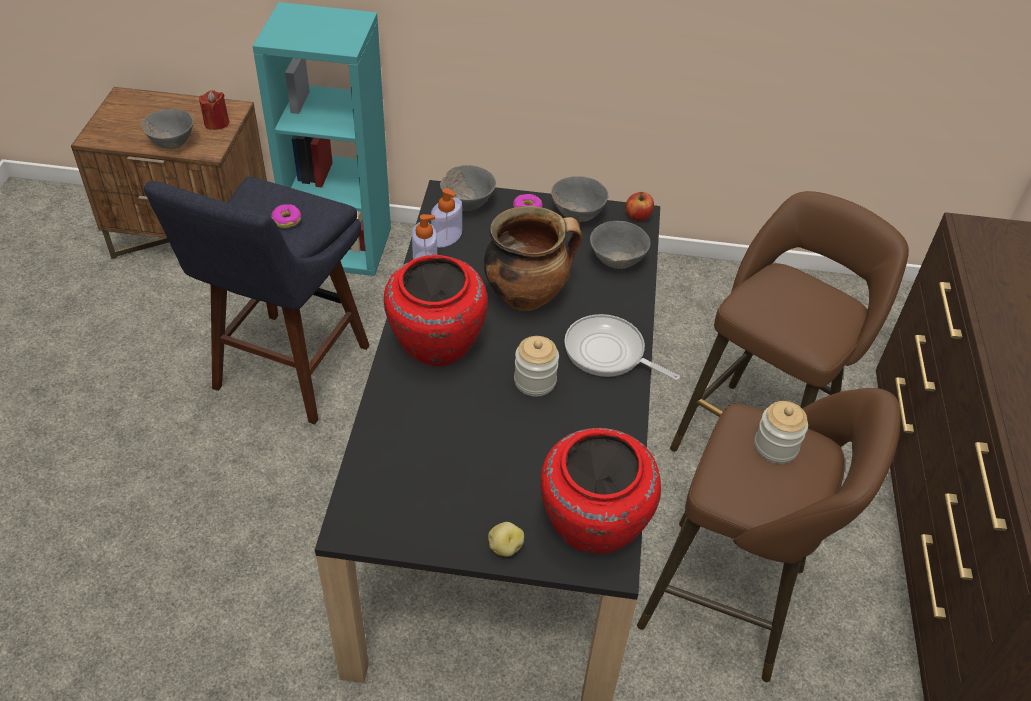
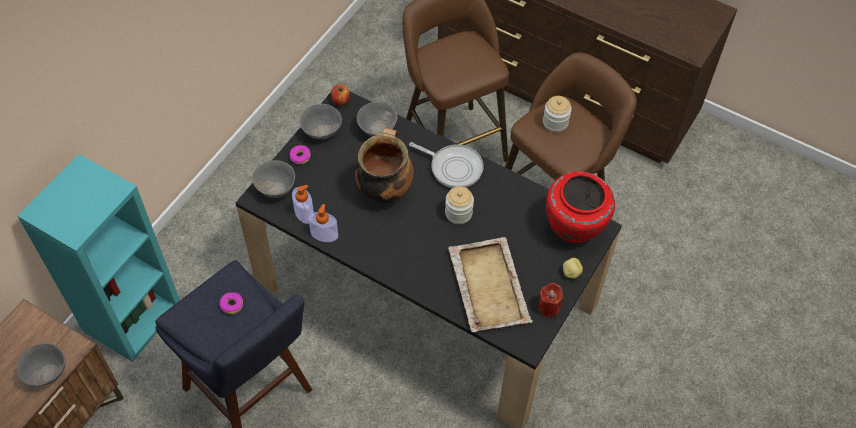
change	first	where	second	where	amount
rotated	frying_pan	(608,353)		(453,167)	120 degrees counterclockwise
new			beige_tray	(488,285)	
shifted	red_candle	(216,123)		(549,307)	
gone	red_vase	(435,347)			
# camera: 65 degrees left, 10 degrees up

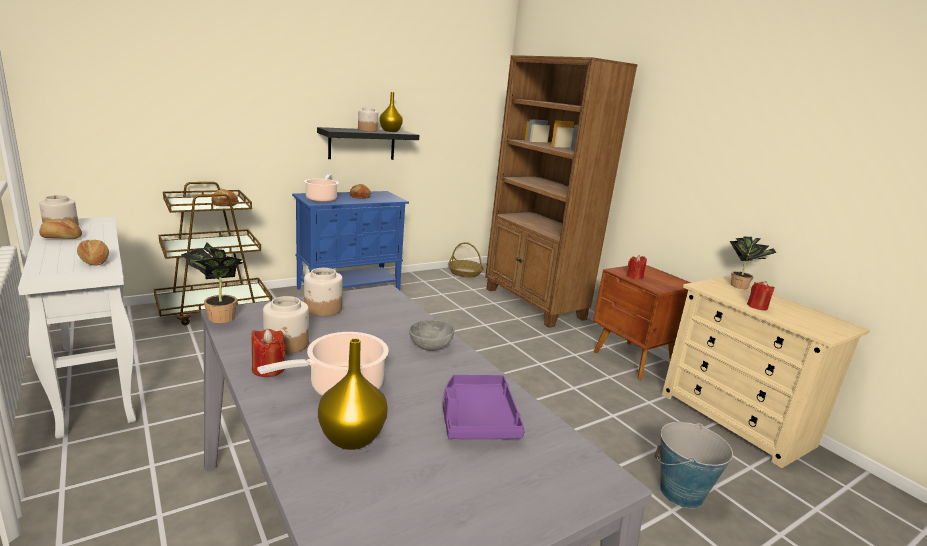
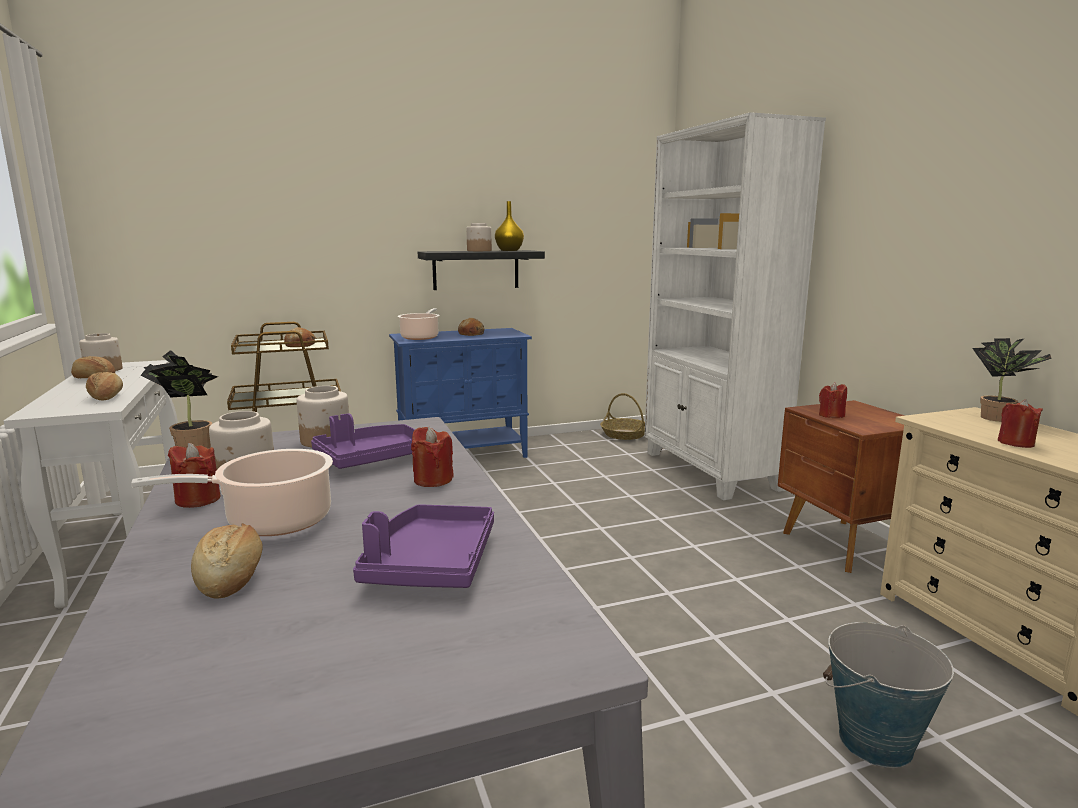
change	first	where	second	where	amount
swapped	yellow_vase	(350,438)	bread	(231,577)	
new			purple_tray	(371,458)	
swapped	grey_bowl	(429,346)	red_candle	(433,480)	
repainted	brown_bookcase	(534,304)	white_bookcase	(710,471)	
# camera: 15 degrees right, 5 degrees down

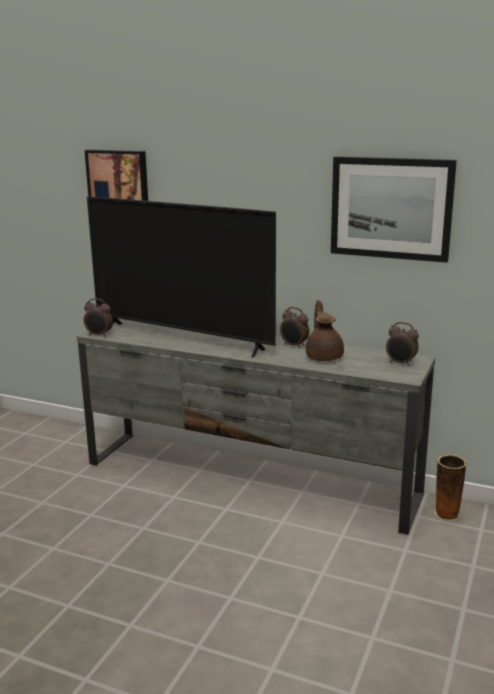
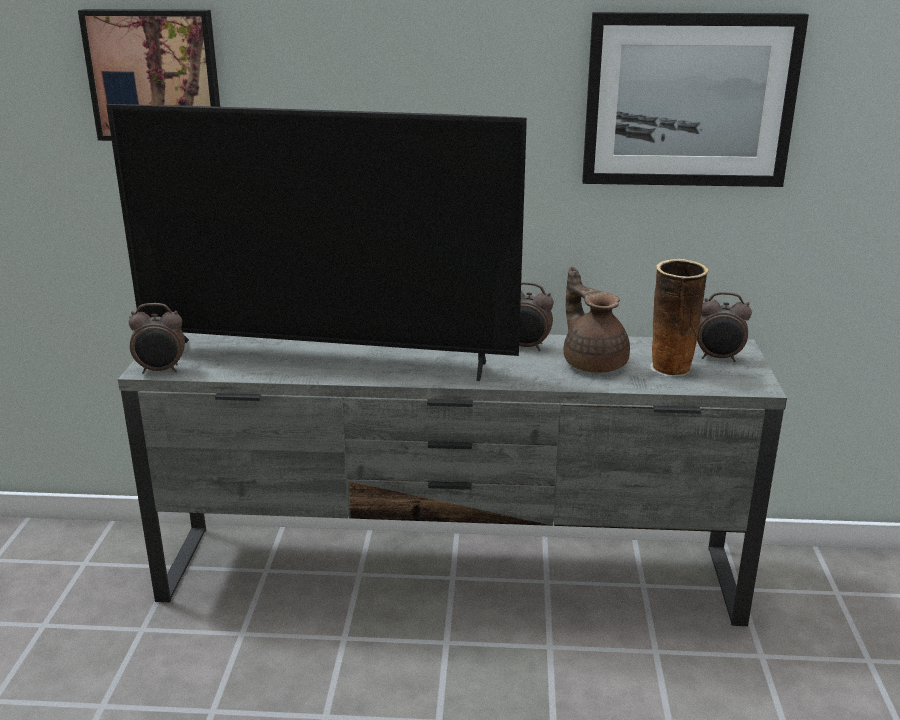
change	first	where	second	where	amount
shifted	vase	(446,514)		(671,368)	
# camera: 20 degrees left, 5 degrees up

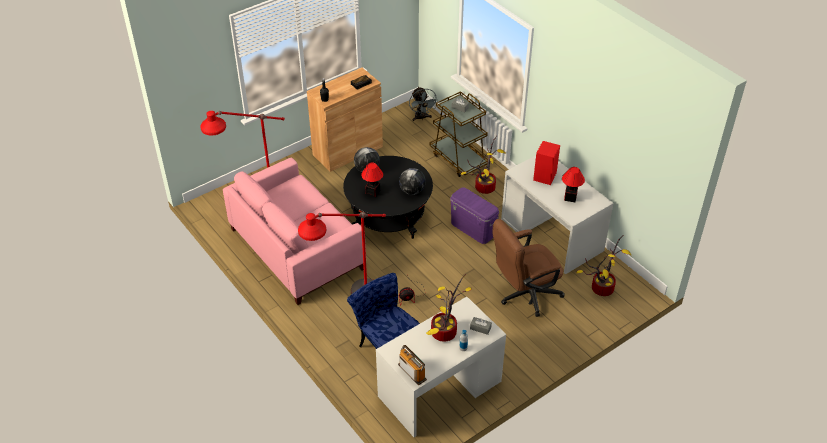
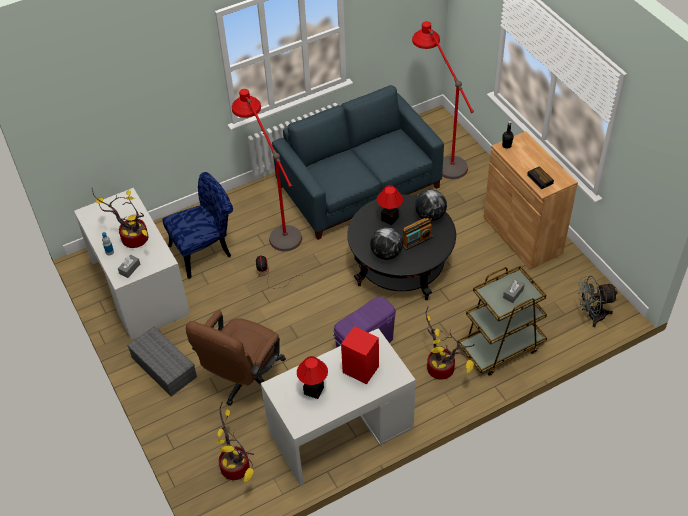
change	first	where	second	where	amount
new			grey_storage_box	(163,367)	
rotated	brown_office_chair	(524,295)		(244,381)	135 degrees counterclockwise
repainted	pink_sofa	(297,248)	blue_sofa	(359,187)	
shifted	radio	(412,372)		(416,240)	
# camera: 100 degrees right, 5 degrees up

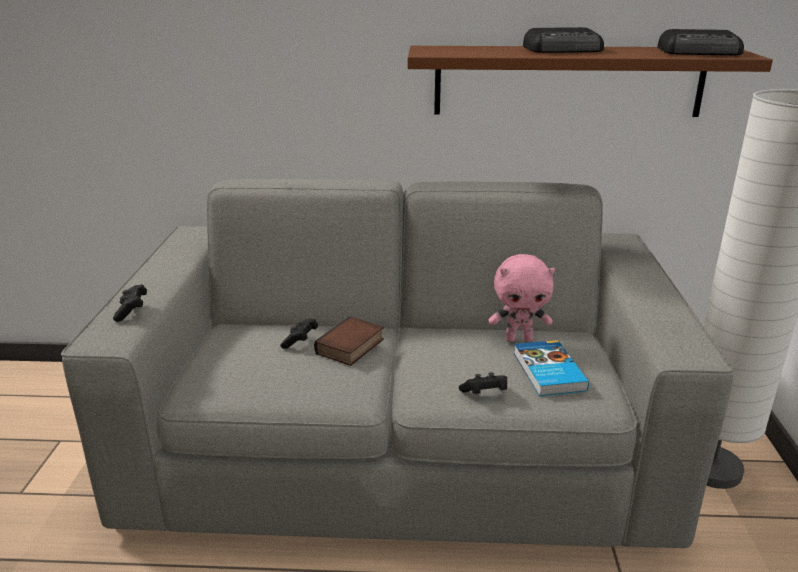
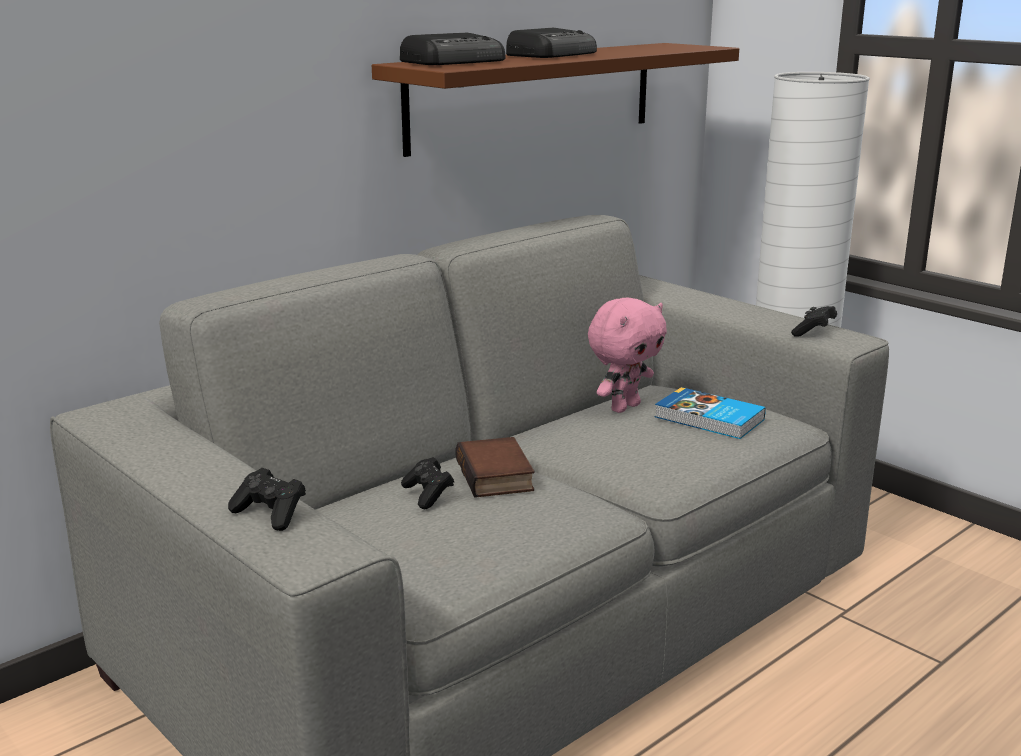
change	first	where	second	where	amount
shifted	radio	(700,52)		(455,62)	
shifted	black_game_controller	(484,394)		(813,332)	
# camera: 45 degrees left, 5 degrees down

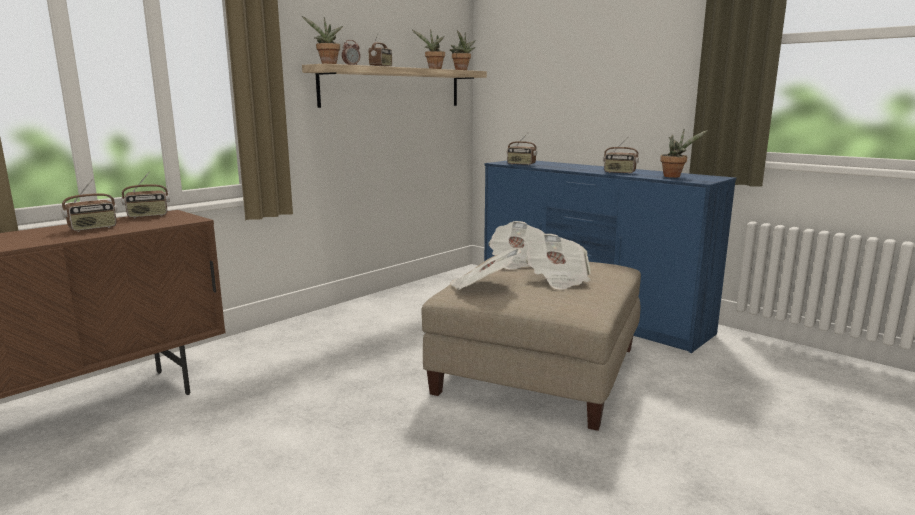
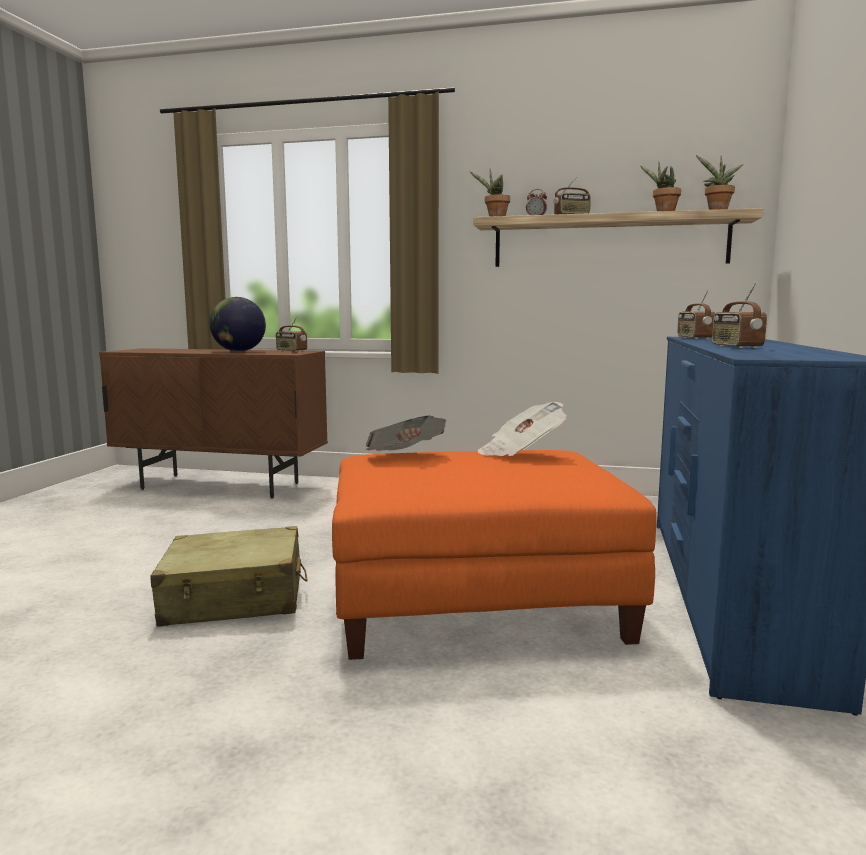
change	first	where	second	where	amount
new			beige_suitcase	(235,598)	
swapped	radio	(93,228)	globe	(239,351)	
repainted	beige_ottoman	(538,370)	orange_ottoman	(475,598)	
gone	newspaper	(557,279)			
gone	potted_plant	(674,176)			
# camera: 60 degrees right, 5 degrees down

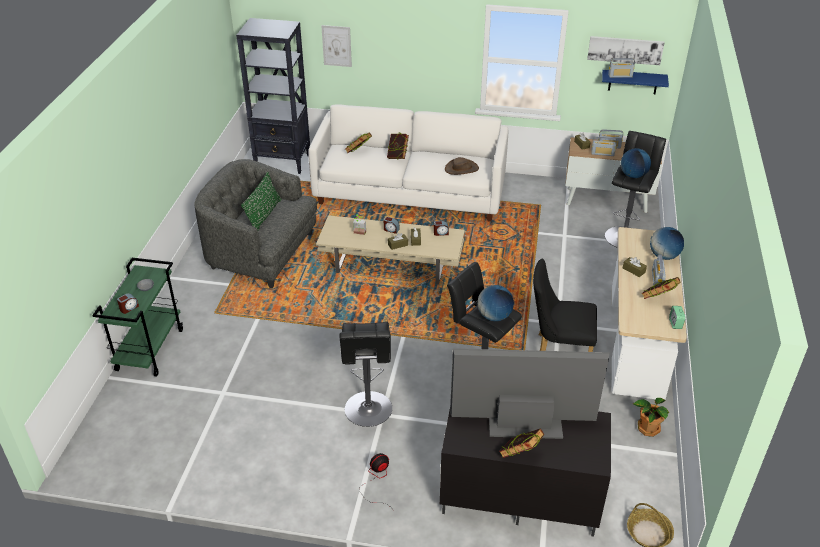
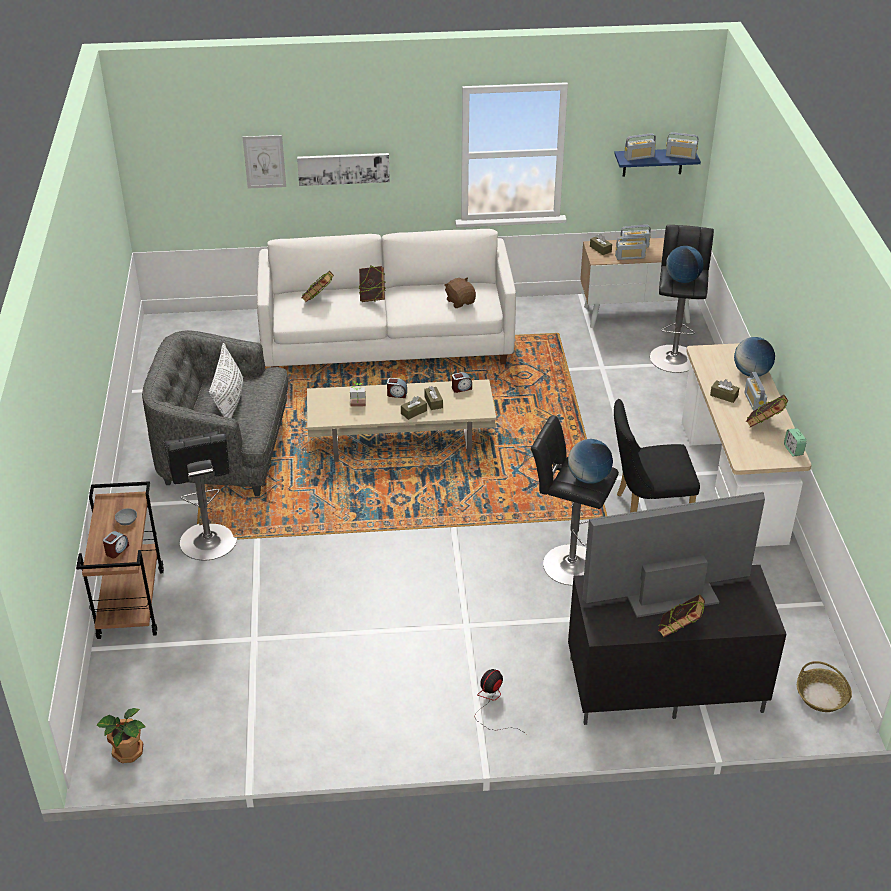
change	first	where	second	where	amount
repainted	green_cart	(150,349)	brown_cart	(130,603)	
shifted	potted_plant	(647,428)		(127,751)	
shifted	black_stool	(368,411)		(209,543)	
repainted	green_pillow	(264,215)	white_pillow	(229,402)	
shifted	picture	(625,50)		(343,168)	
swapped	brown_hat	(461,169)	brown_plush_toy	(460,301)	
new			radio	(680,155)	
gone	black_bookcase	(283,162)			
# camera: 15 degrees left, 0 degrees up

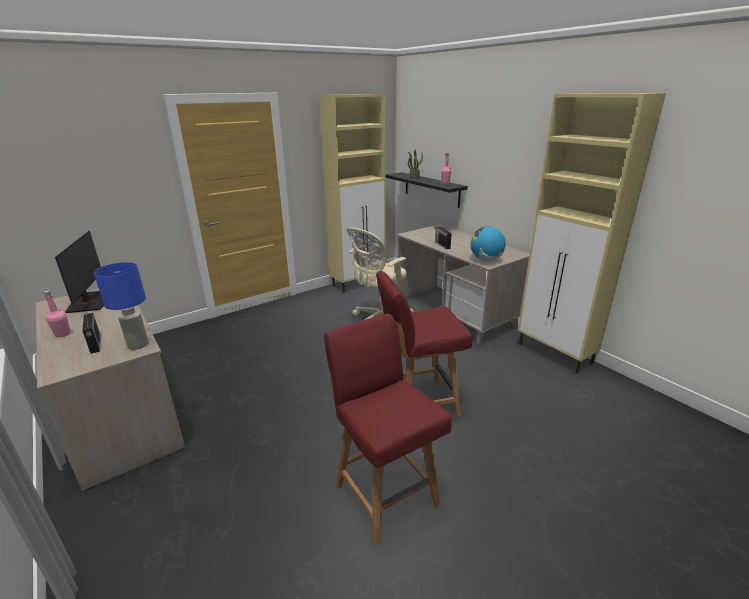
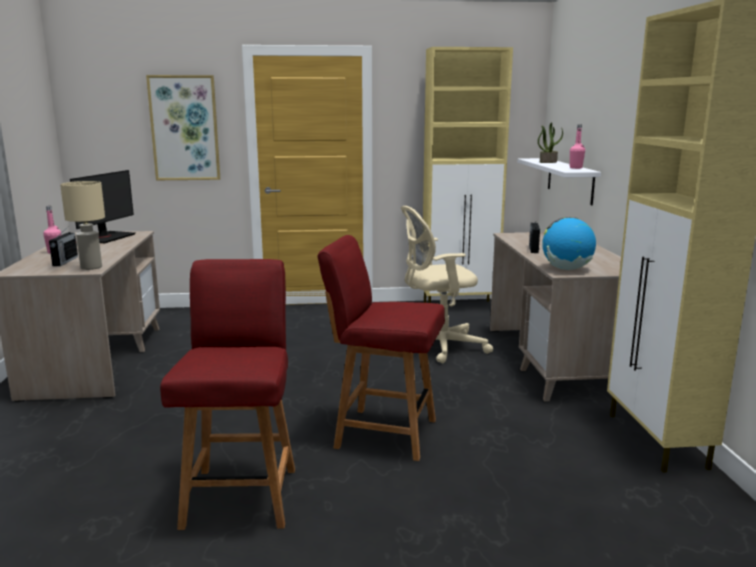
change	first	where	second	where	amount
repainted	blue_table_lamp	(138,345)	beige_table_lamp	(91,267)	
new			picture	(184,128)	
repainted	black_shelf	(431,189)	white_shelf	(570,180)	
# camera: 30 degrees right, 10 degrees down

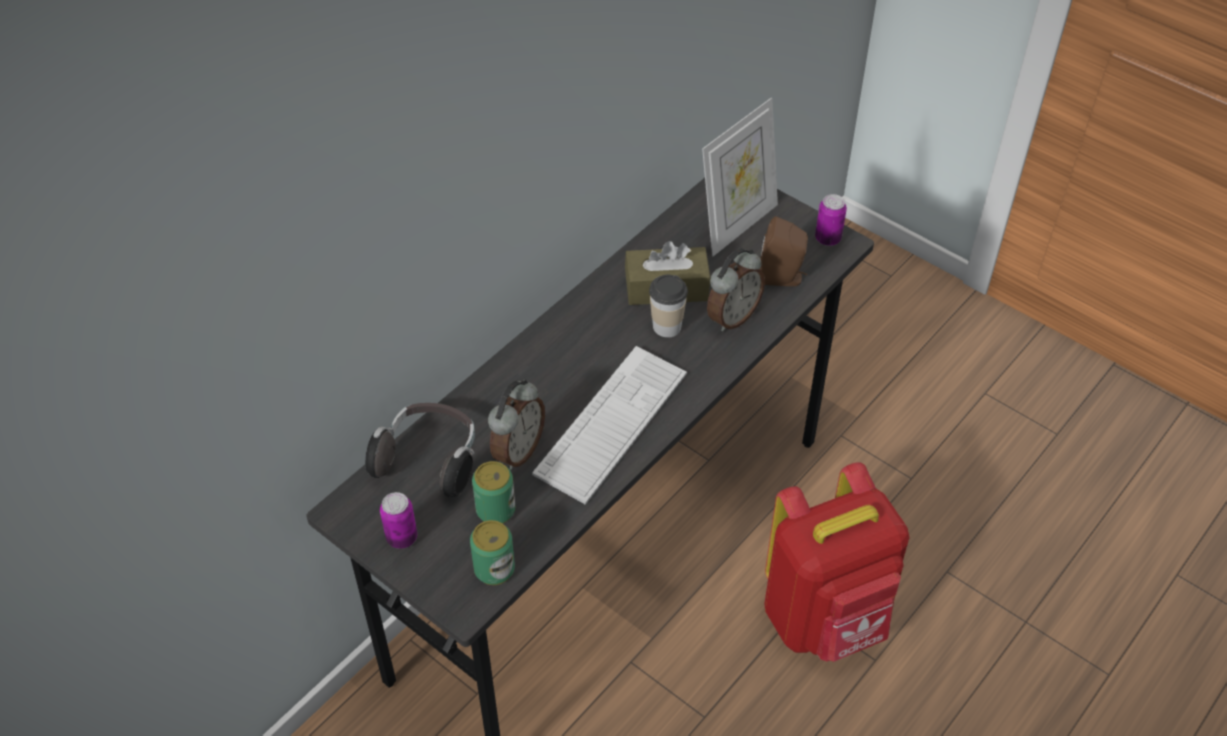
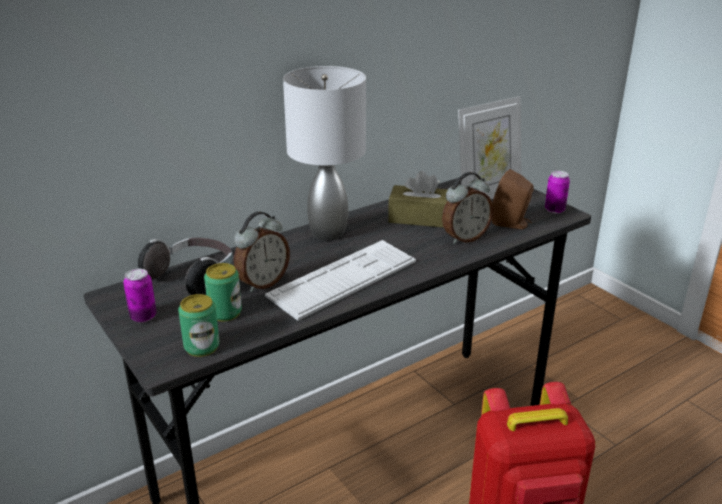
change	first	where	second	where	amount
new			grey_table_lamp	(328,233)	
gone	cup	(666,326)			
# camera: 15 degrees right, 20 degrees down

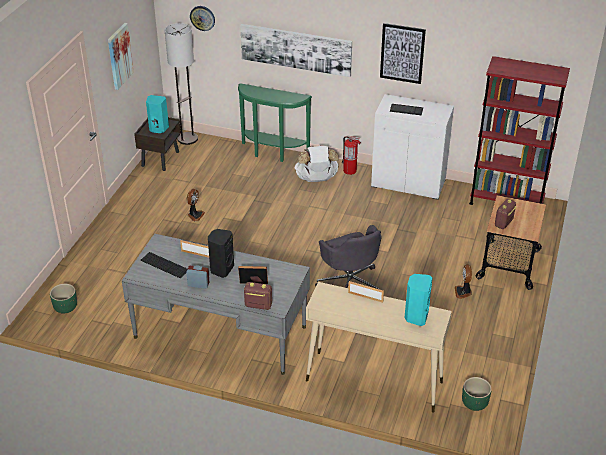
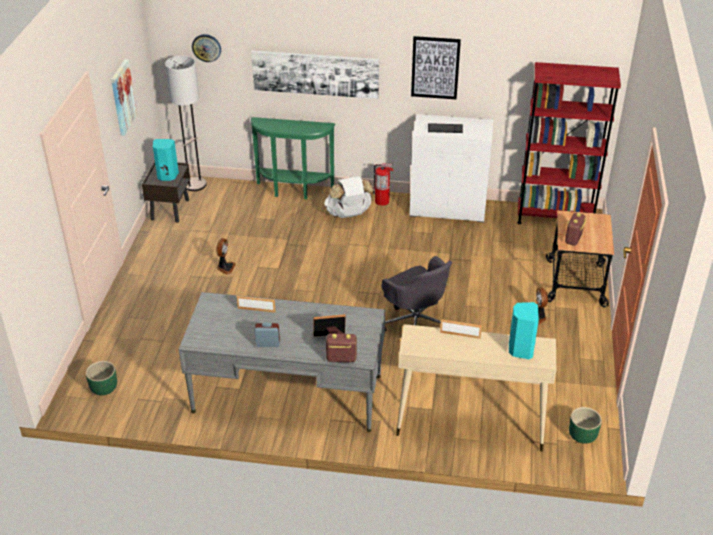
change	first	where	second	where	amount
gone	keyboard	(164,265)			
gone	black_speaker	(221,269)			
# camera: 10 degrees left, 0 degrees up

